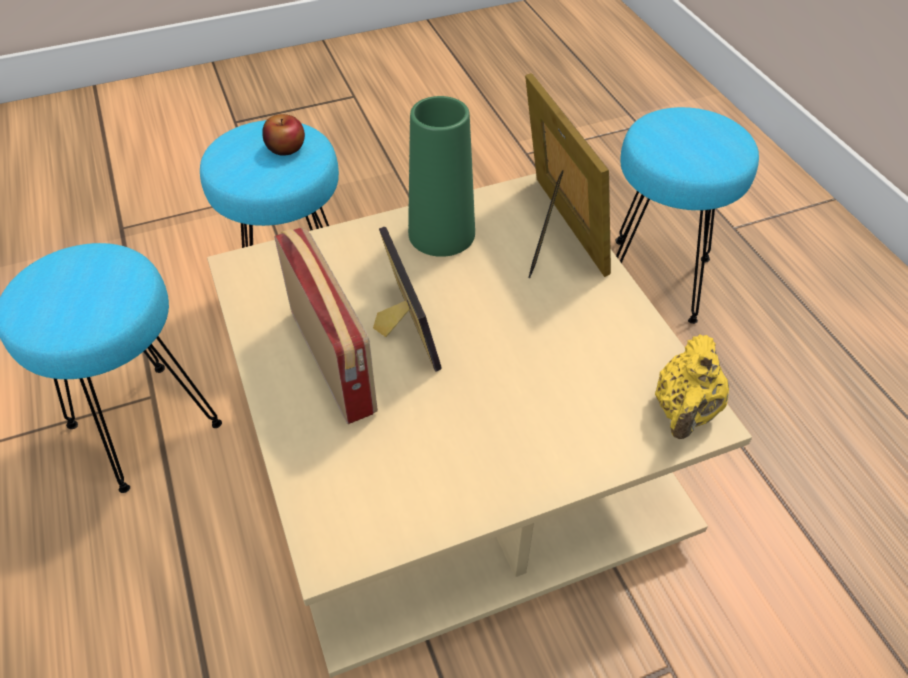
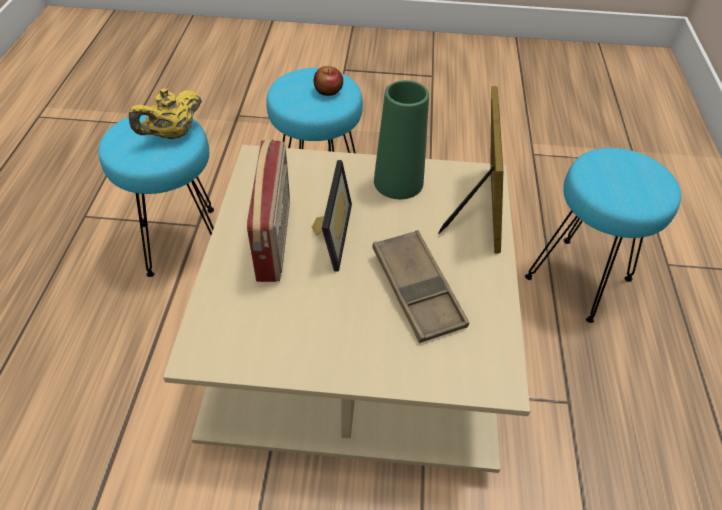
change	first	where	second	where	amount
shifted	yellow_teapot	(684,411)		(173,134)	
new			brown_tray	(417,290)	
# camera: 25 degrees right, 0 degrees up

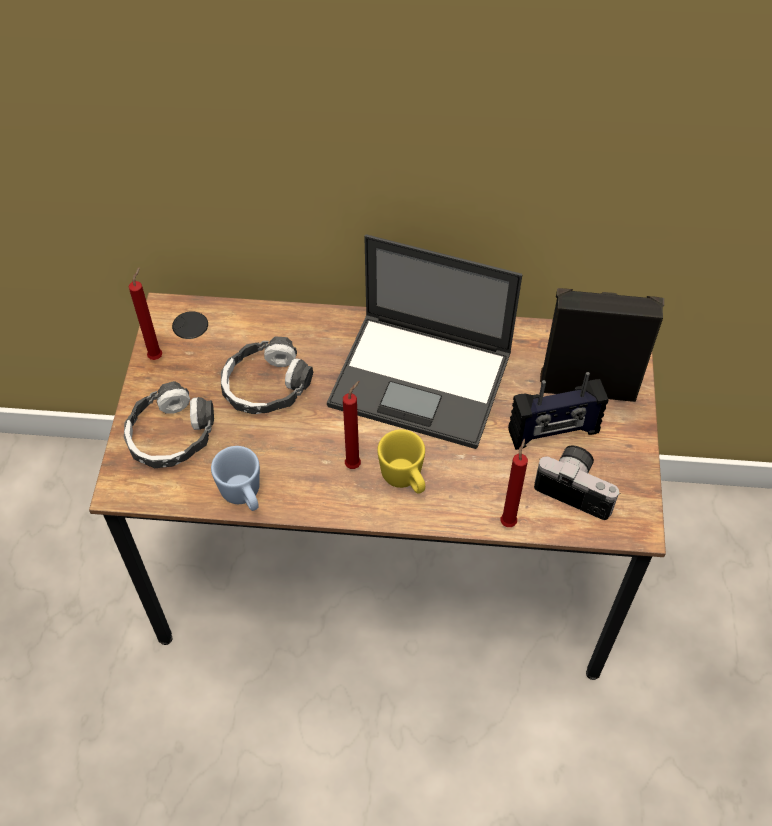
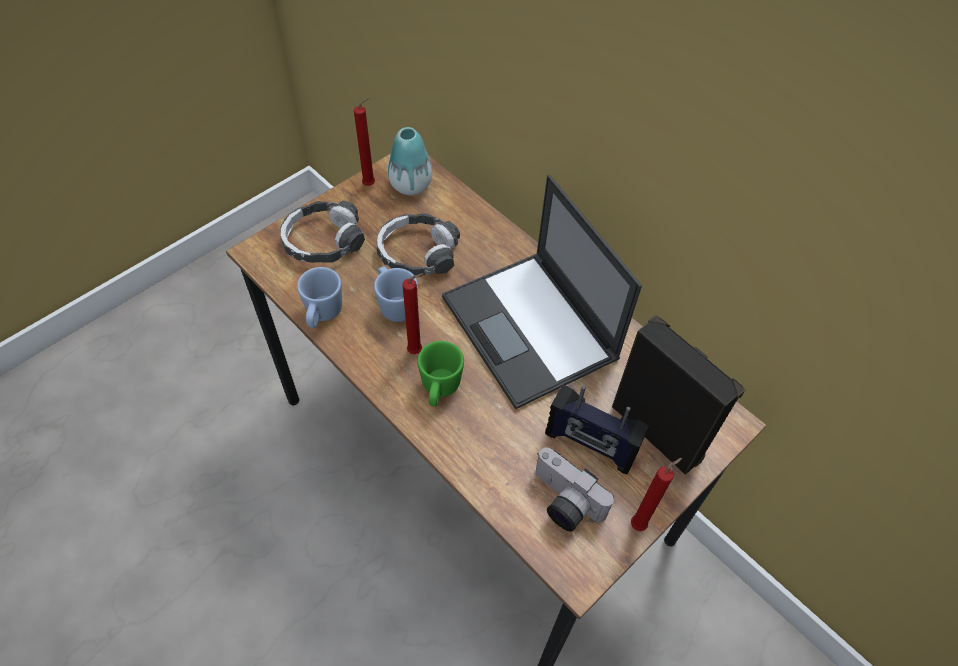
change	first	where	second	where	amount
new			blue_mug	(395,304)	
new			vase	(411,185)	
repainted	yellow_mug	(405,479)	green_mug	(439,390)	
rotated	photo_camera	(577,487)		(563,502)	150 degrees clockwise
shifted	red_candle	(508,521)		(640,524)	
# camera: 40 degrees right, 0 degrees up

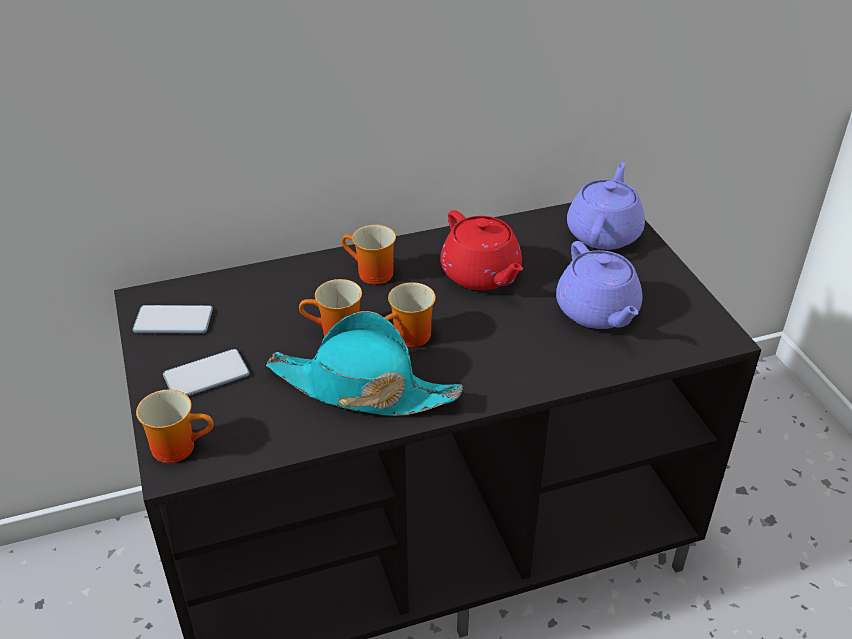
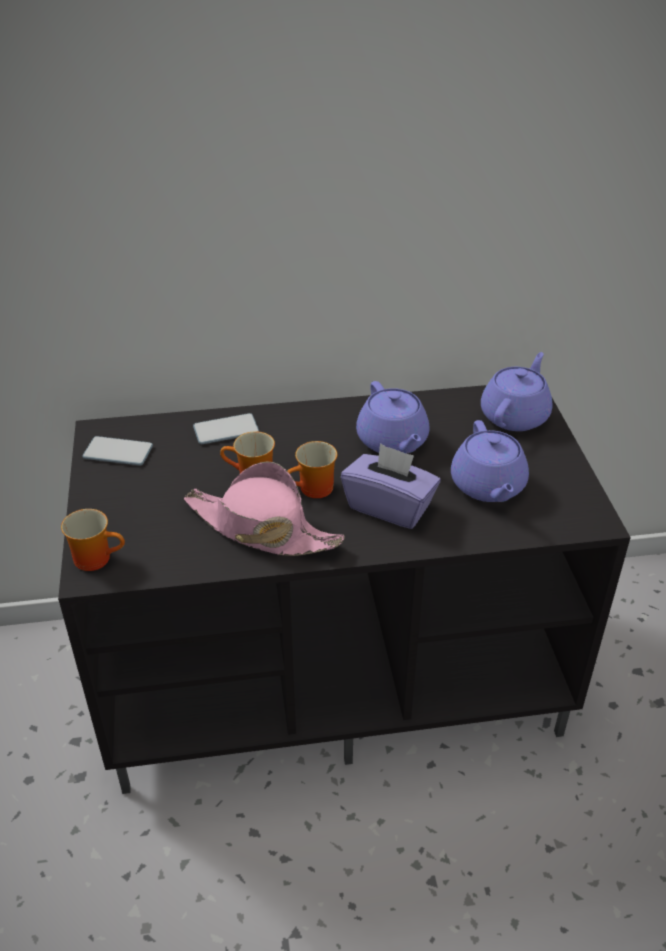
change	first	where	second	where	amount
repainted	turquoise_hat	(362,388)	pink_hat	(261,528)	
shifted	phone	(206,375)		(226,430)	
new			purple_tissue_box	(389,506)	
repainted	red_teapot	(481,275)	purple_teapot	(392,441)	
gone	mug	(370,274)			
# camera: 10 degrees right, 0 degrees up

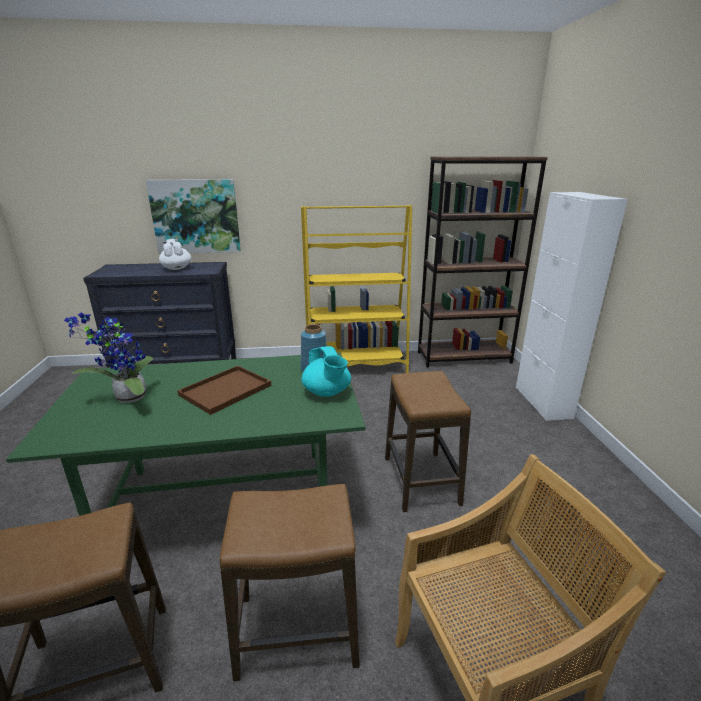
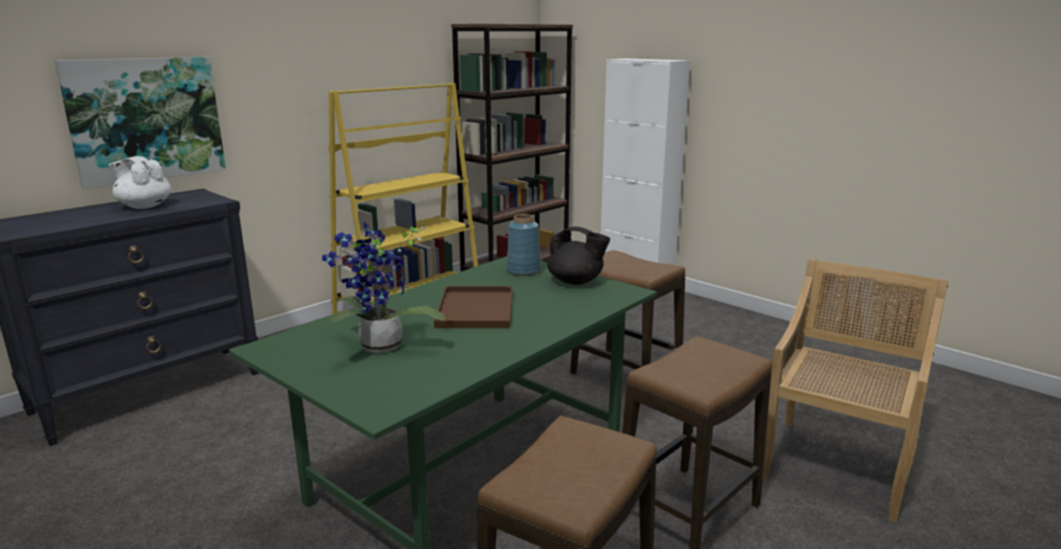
change	first	where	second	where	amount
repainted	turquoise_teapot	(327,392)	black_teapot	(576,282)	
# camera: 40 degrees left, 5 degrees down

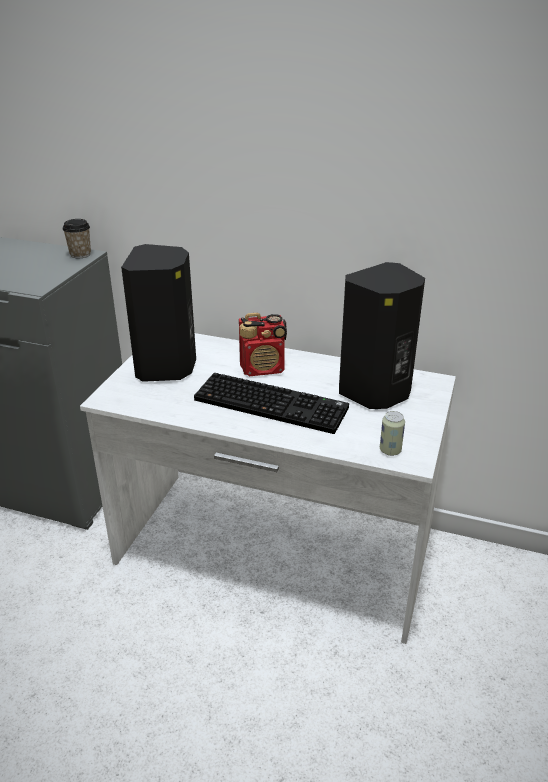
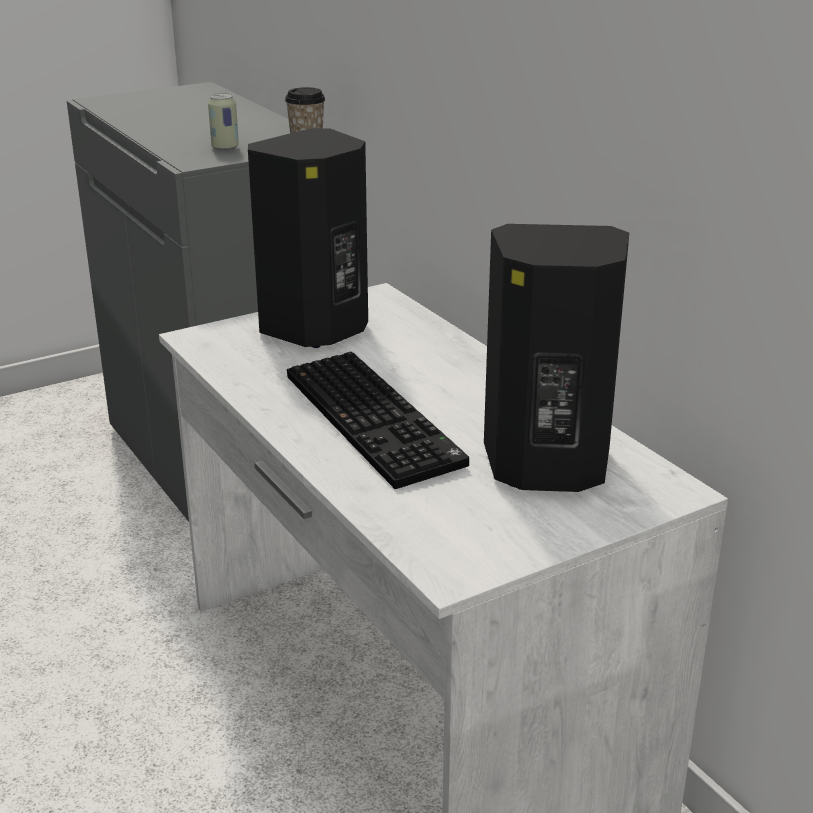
change	first	where	second	where	amount
shifted	can	(390,450)		(225,148)	
gone	radio	(263,369)			
# camera: 40 degrees right, 5 degrees down

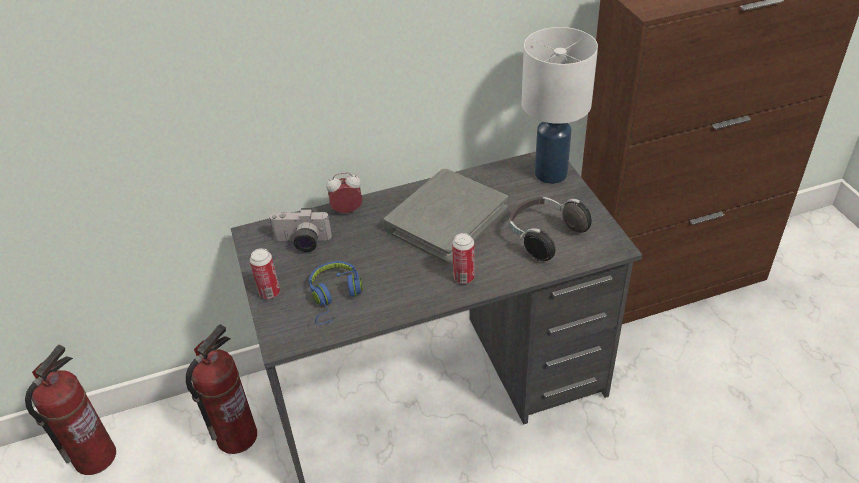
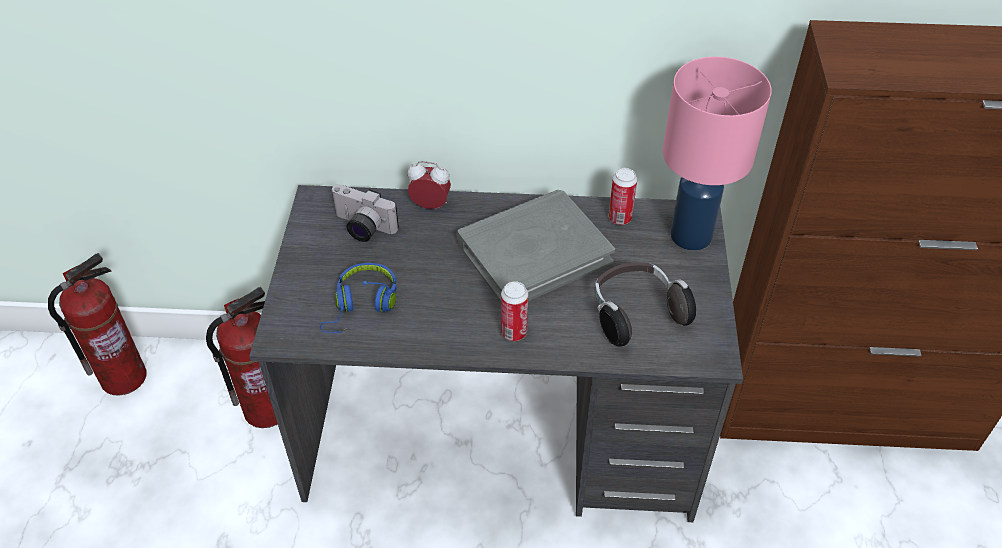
change	first	where	second	where	amount
shifted	can	(269,293)		(620,218)	
repainted	white_table_lamp	(549,173)	pink_table_lamp	(689,235)	
# camera: 20 degrees right, 5 degrees up

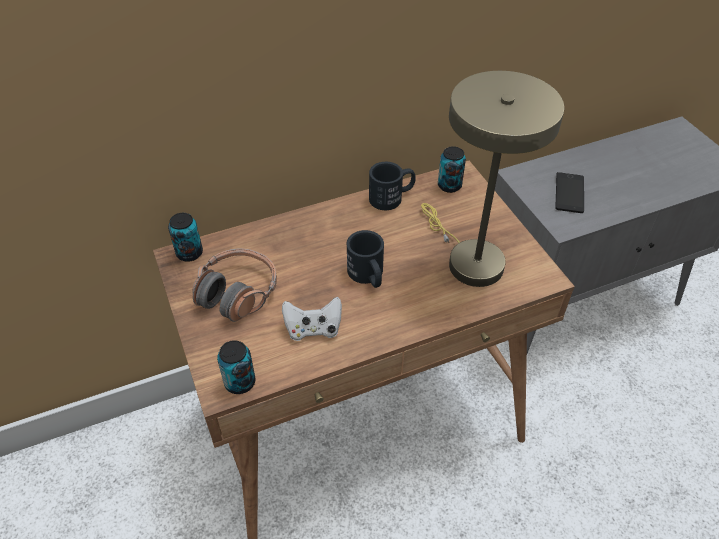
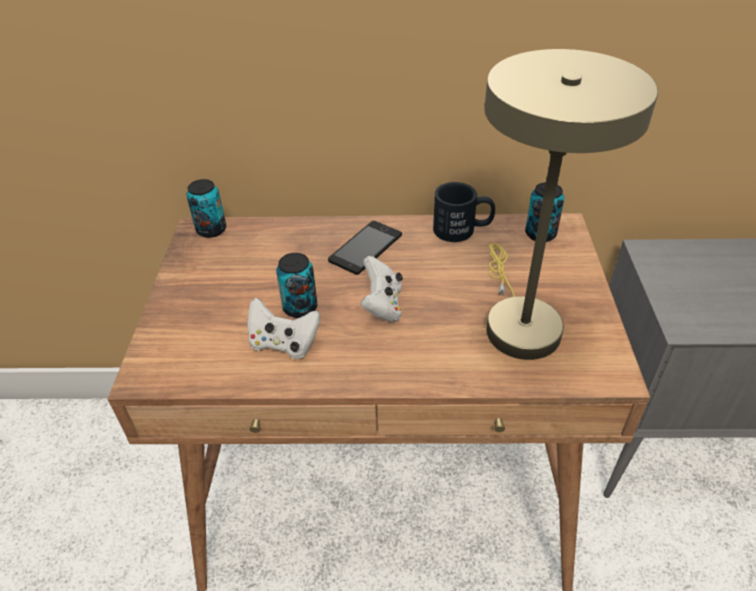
change	first	where	second	where	amount
shifted	can	(240,382)		(300,307)	
shifted	phone	(569,193)		(365,248)	
swapped	black_mug	(368,276)	white_game_controller	(382,305)	
gone	headphones	(237,292)			
# camera: 25 degrees right, 5 degrees down

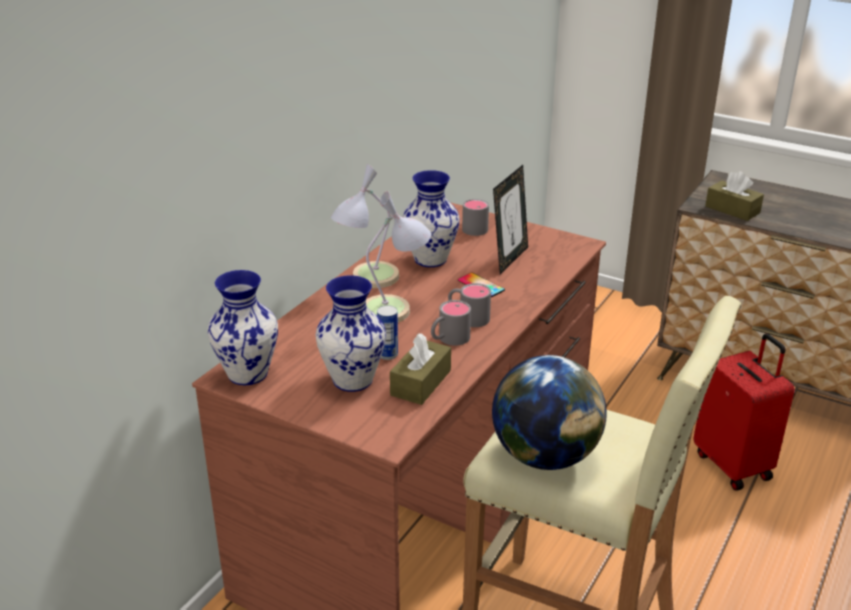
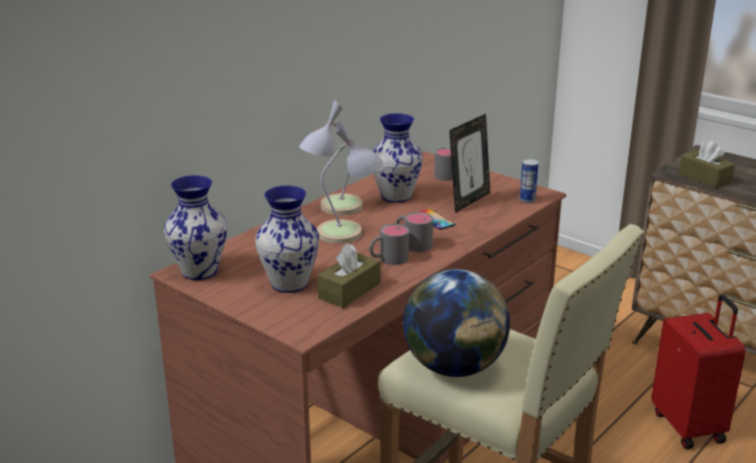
change	first	where	second	where	amount
shifted	can	(388,354)		(527,200)	
# camera: 10 degrees right, 5 degrees down

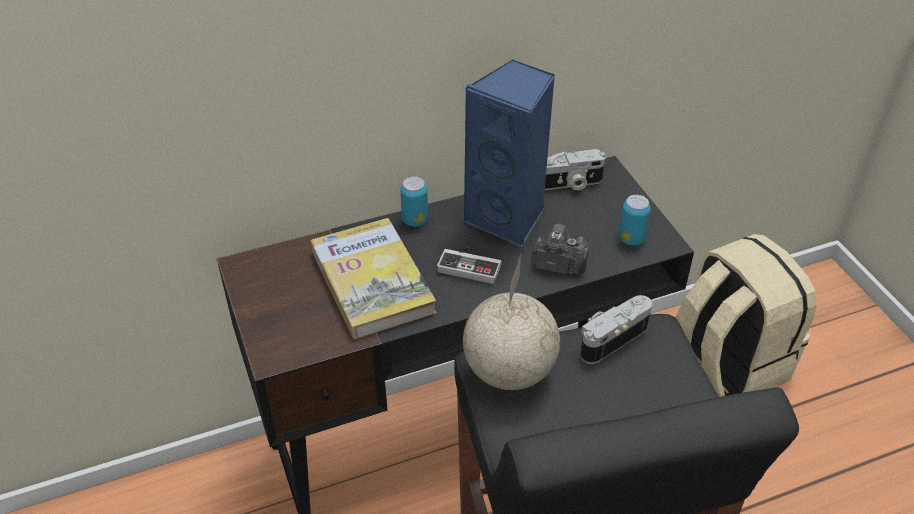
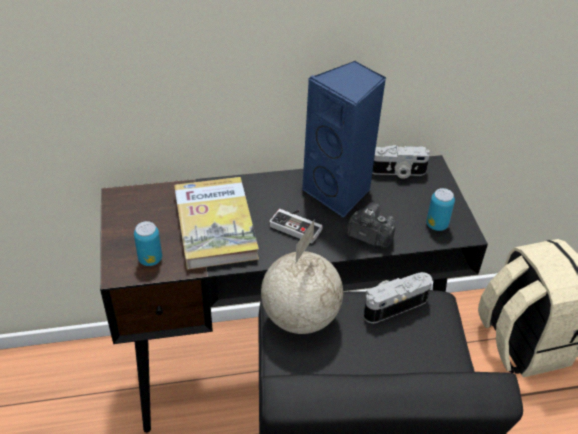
change	first	where	second	where	amount
shifted	can	(415,220)		(150,259)	
# camera: 10 degrees right, 0 degrees up

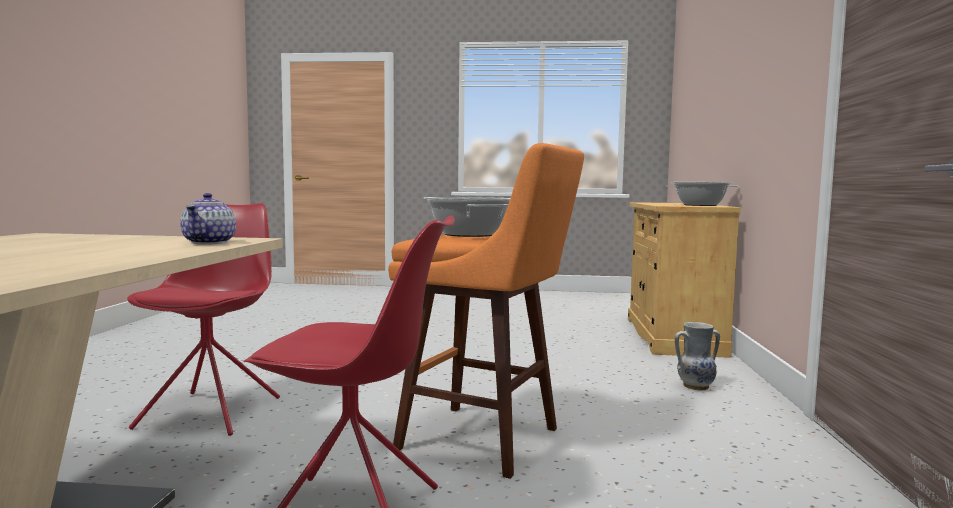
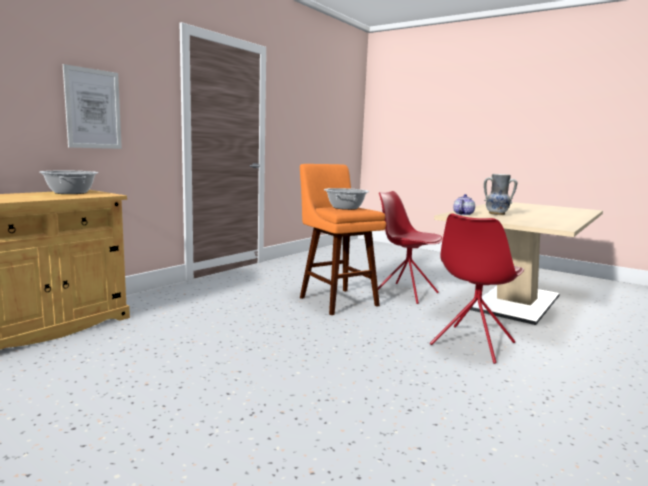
change	first	where	second	where	amount
new			picture	(93,109)	
shifted	vase	(695,386)		(496,214)	
# camera: 150 degrees left, 5 degrees up

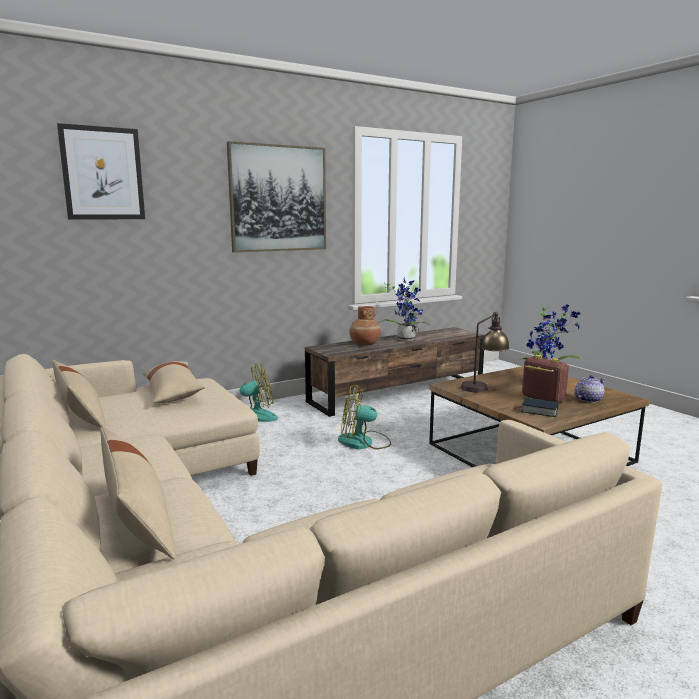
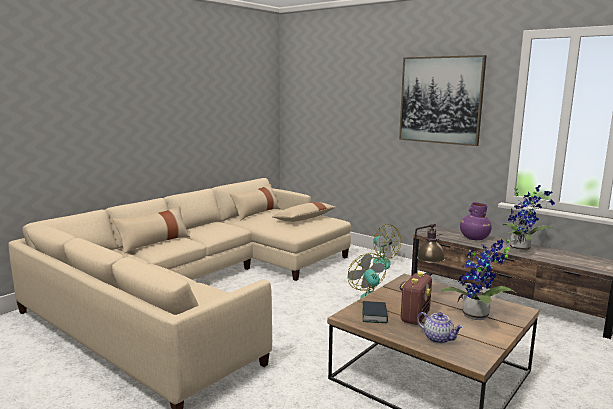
change	first	where	second	where	amount
repainted	brown_vase	(364,344)	purple_vase	(474,238)	
gone	picture	(102,174)			
# camera: 70 degrees right, 0 degrees up

